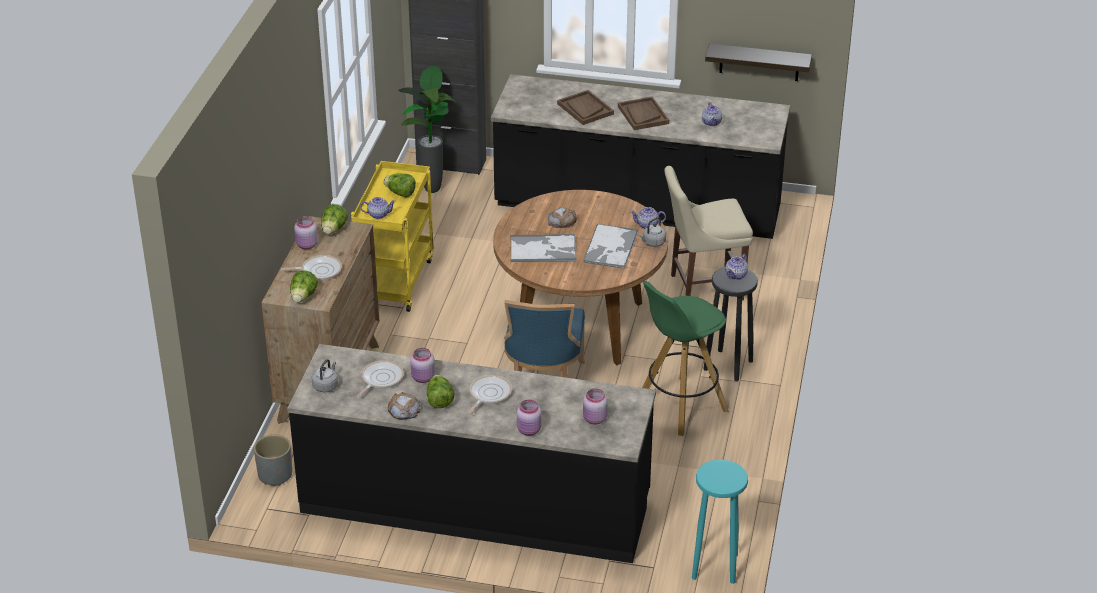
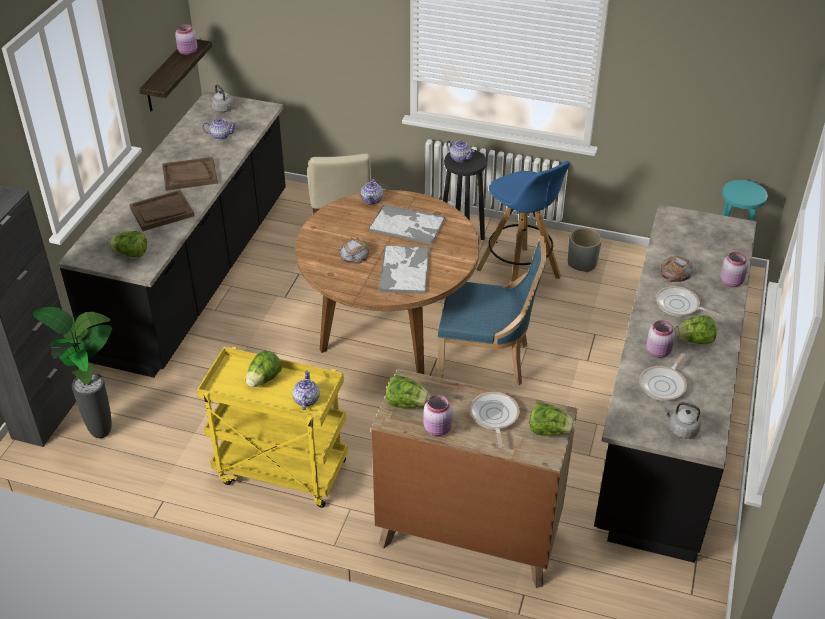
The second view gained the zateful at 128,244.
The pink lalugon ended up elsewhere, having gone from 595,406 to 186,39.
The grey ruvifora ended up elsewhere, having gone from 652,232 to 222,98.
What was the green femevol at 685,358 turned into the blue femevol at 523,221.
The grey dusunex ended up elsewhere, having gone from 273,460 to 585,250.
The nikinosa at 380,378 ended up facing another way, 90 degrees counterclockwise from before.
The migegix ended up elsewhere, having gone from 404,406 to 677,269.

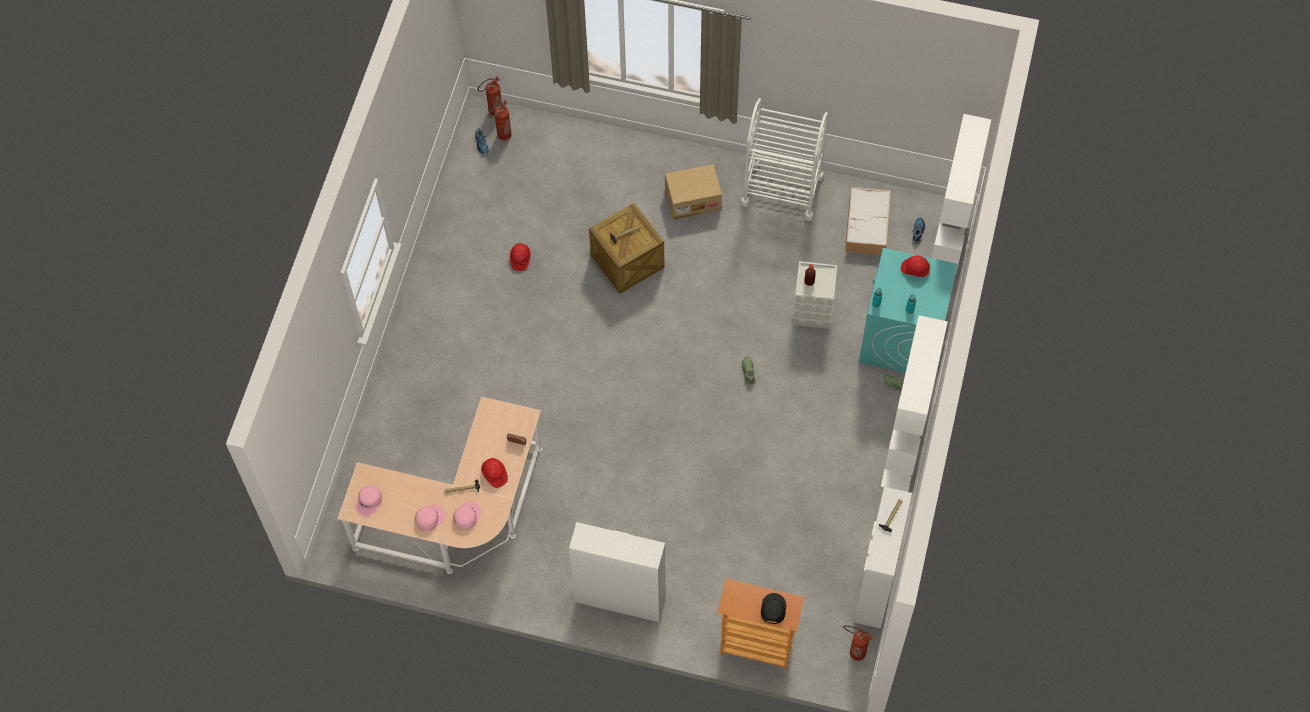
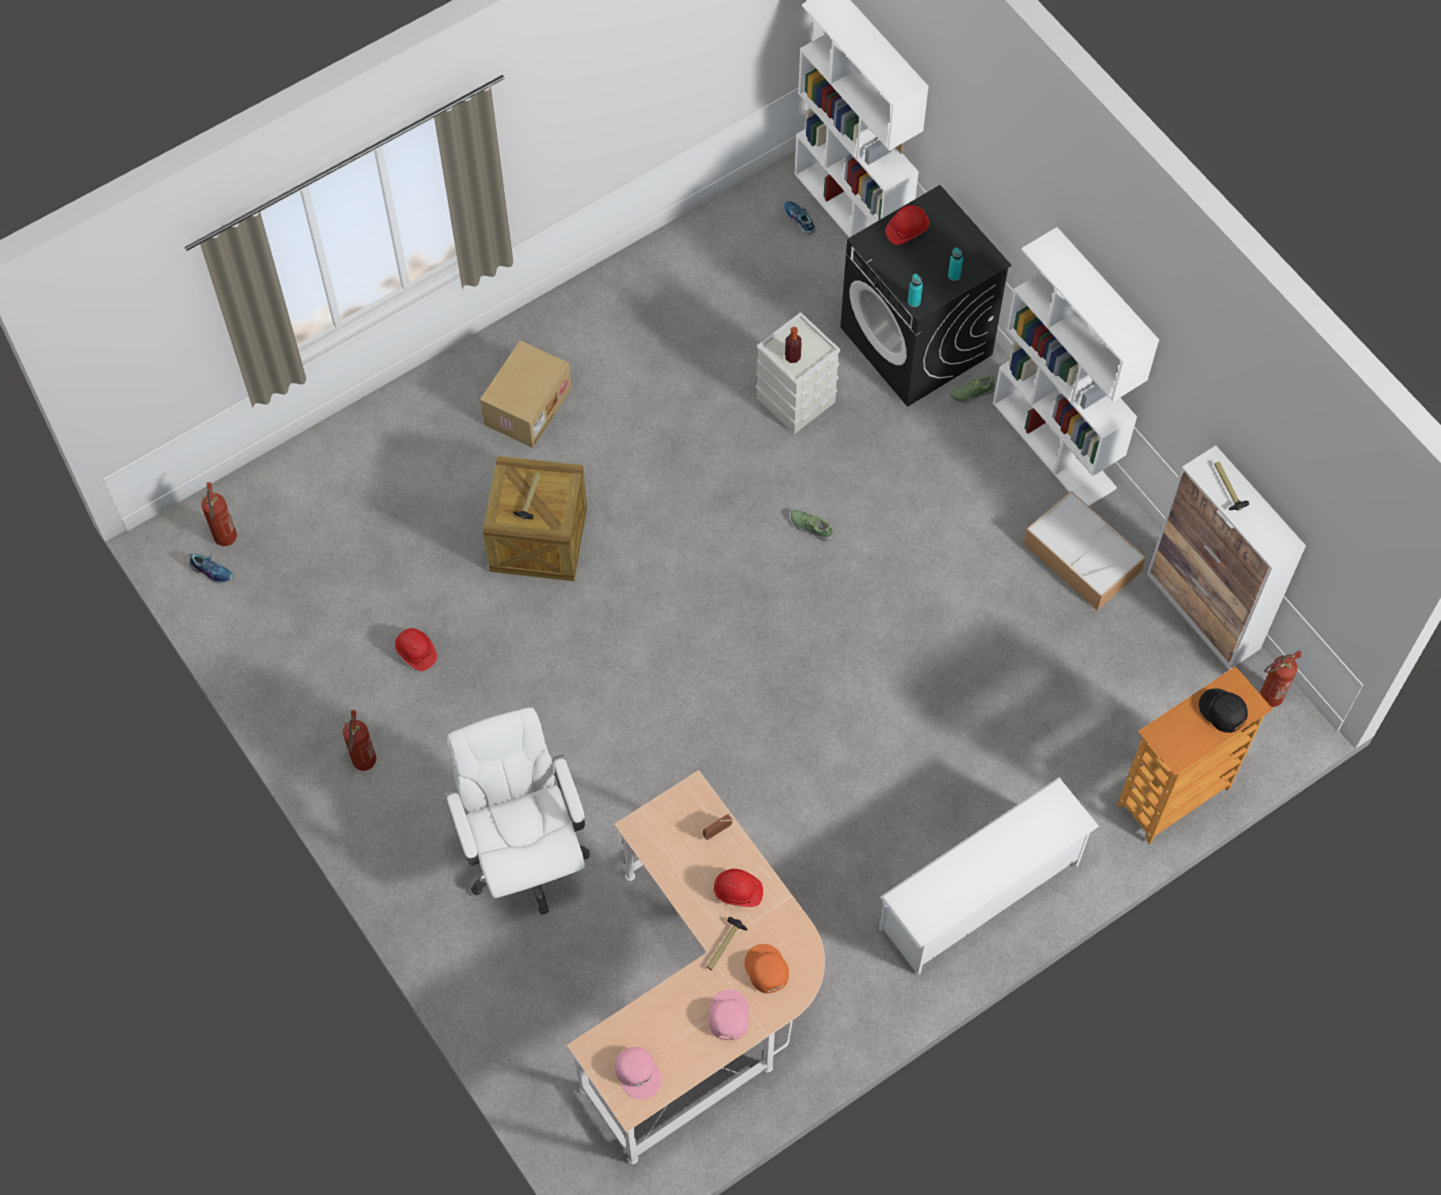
The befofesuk ended up elsewhere, having gone from 490,96 to 359,740.
The second view gained the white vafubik at 517,811.
What was the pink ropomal at 467,515 turned into the orange ropomal at 766,968.
What was the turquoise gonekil at 908,310 turned into the black gonekil at 925,296.
Where the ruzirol stood at 617,572, the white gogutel came to stand at 989,876.
The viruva ended up elsewhere, having gone from 868,221 to 1084,551.
The second view lost the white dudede at 784,159.

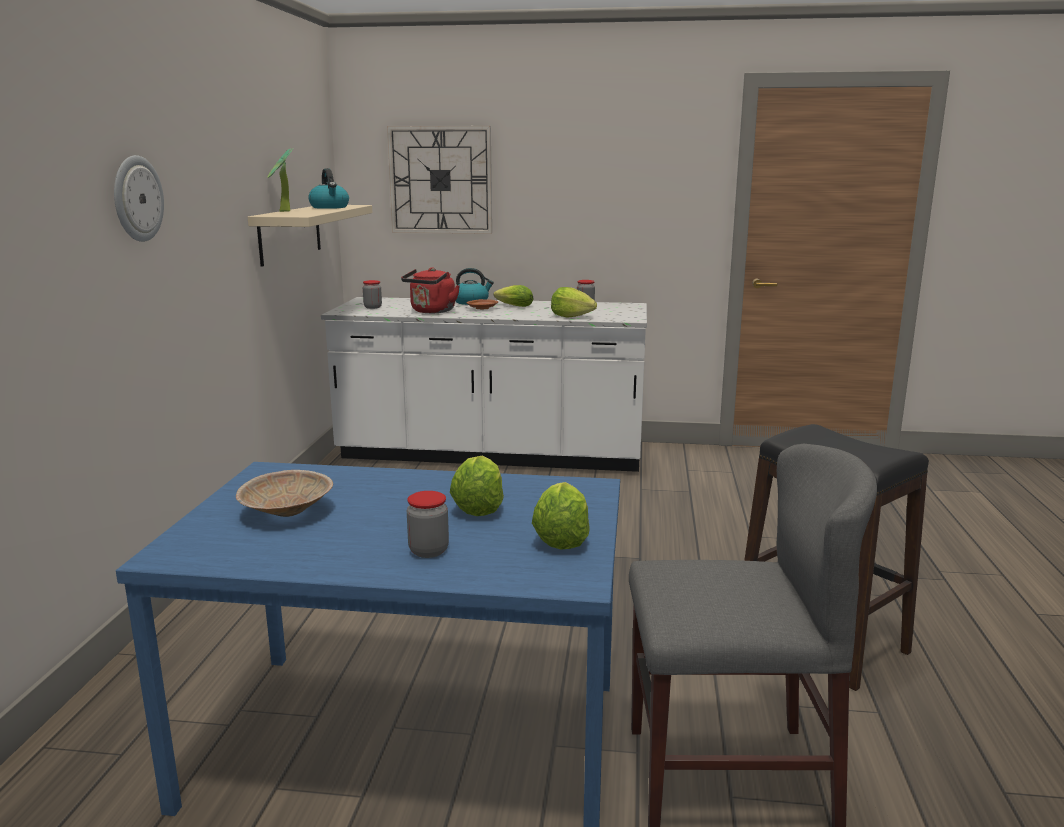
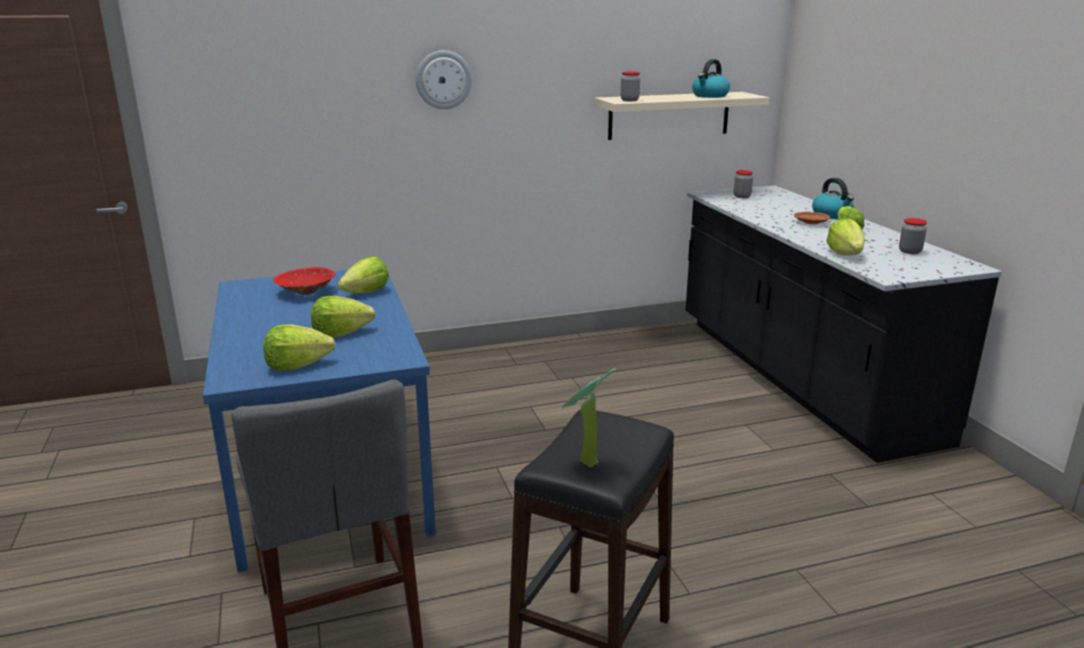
What was the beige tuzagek at 284,493 turned into the red tuzagek at 304,281.
The second view gained the zateful at 363,274.
The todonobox ended up elsewhere, having gone from 280,180 to 589,418.
The lalugon ended up elsewhere, having gone from 428,524 to 630,86.
What was the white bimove at 484,384 turned into the black bimove at 843,324.
The second view lost the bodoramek at 439,180.
The second view lost the red ruvifora at 430,290.

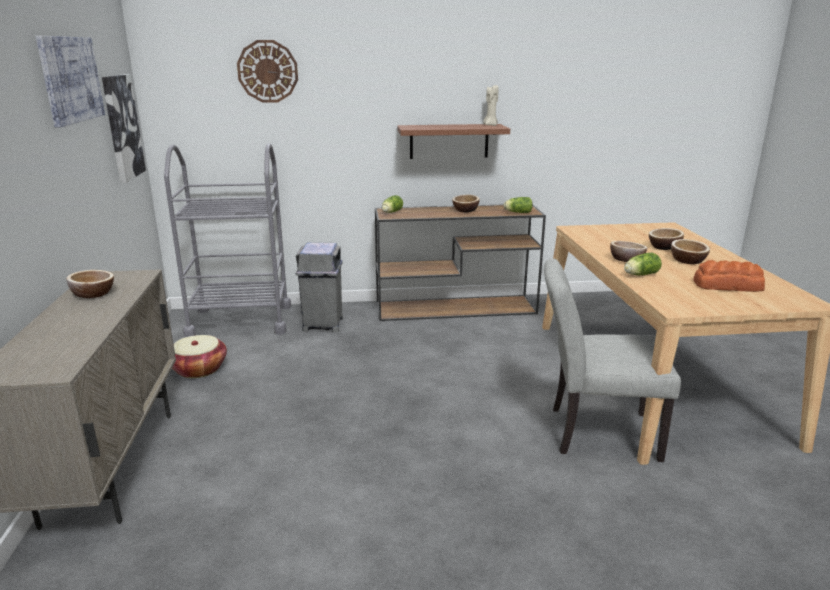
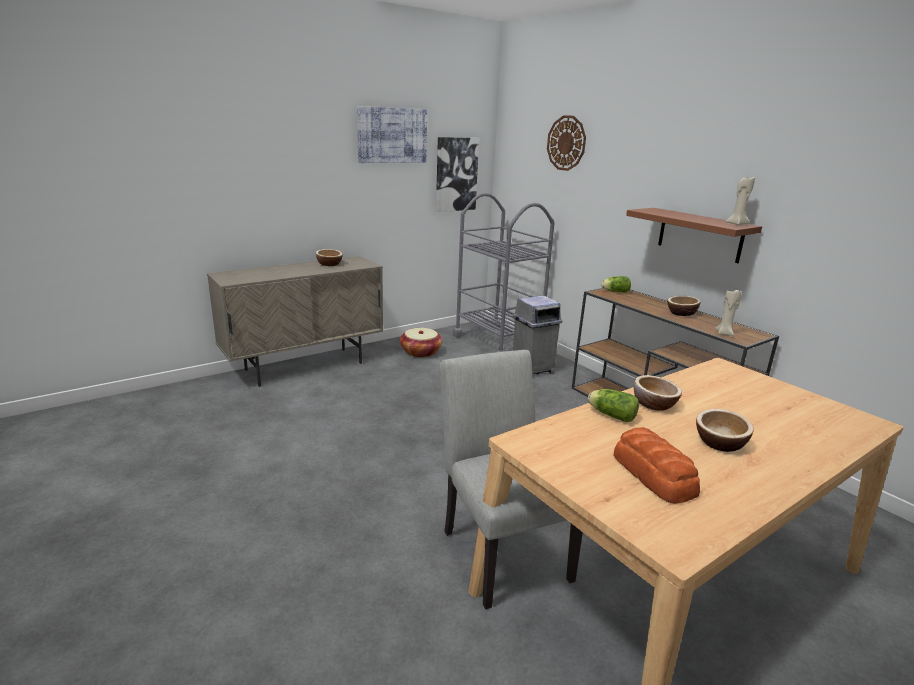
Where the zateful stood at 518,205, the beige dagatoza came to stand at 728,312.
The second view lost the tuzagek at 666,239.

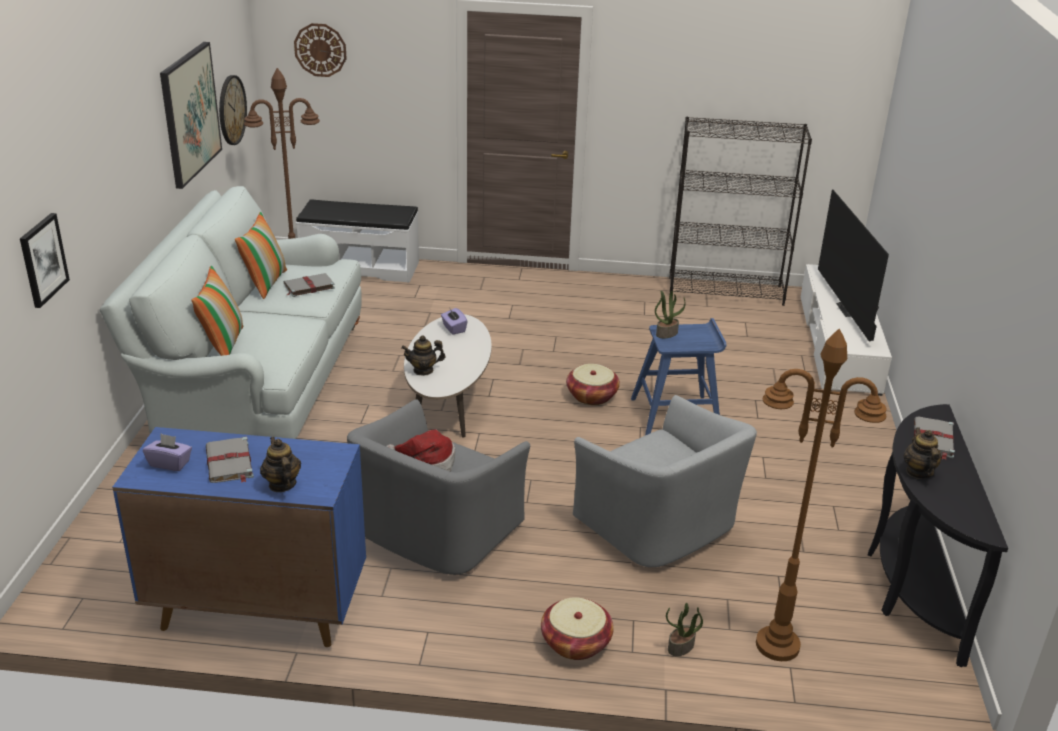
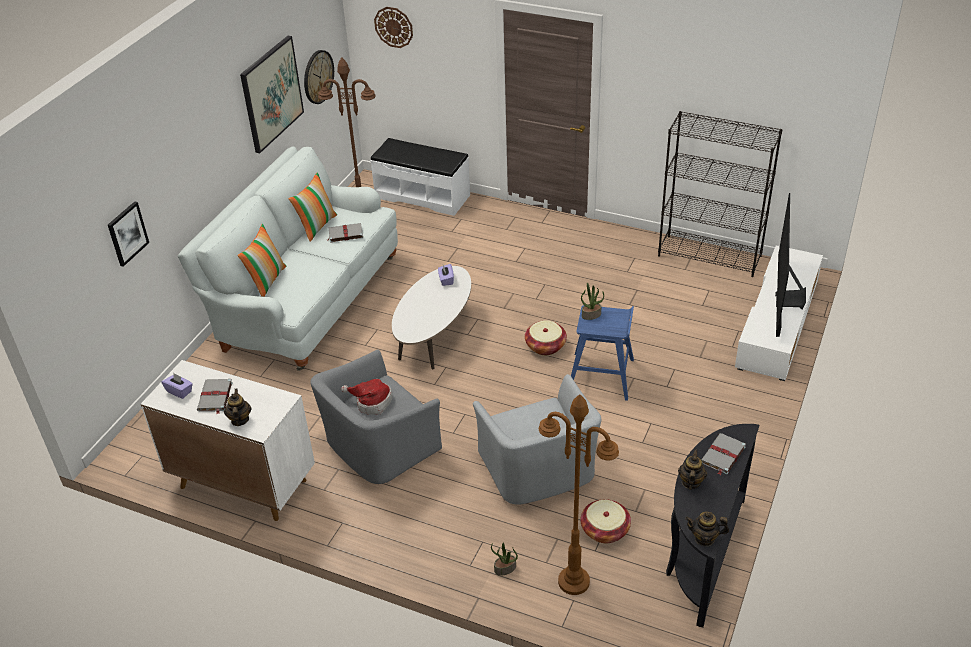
What was the blue ruzirol at 239,537 turned into the white ruzirol at 228,440.
The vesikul ended up elsewhere, having gone from 577,628 to 605,521.
The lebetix ended up elsewhere, having gone from 423,356 to 707,529.

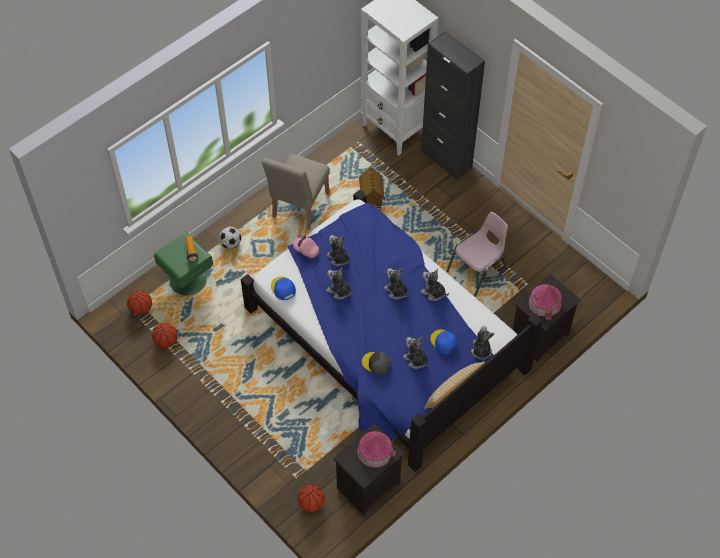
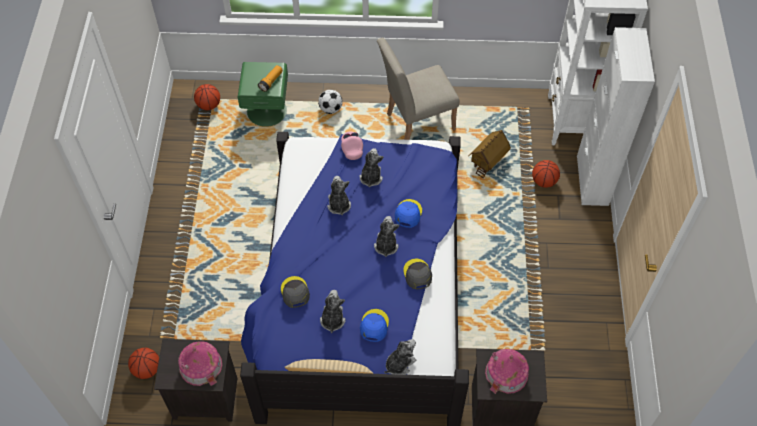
The blue ropomal ended up elsewhere, having gone from 283,288 to 408,213.
Where the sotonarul stood at 435,284, the grey ropomal came to stand at 417,273.
The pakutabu ended up elsewhere, having gone from 164,335 to 546,174.
What was the black ruzirol at 453,105 turned into the white ruzirol at 616,116.
The second view lost the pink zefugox at 477,254.

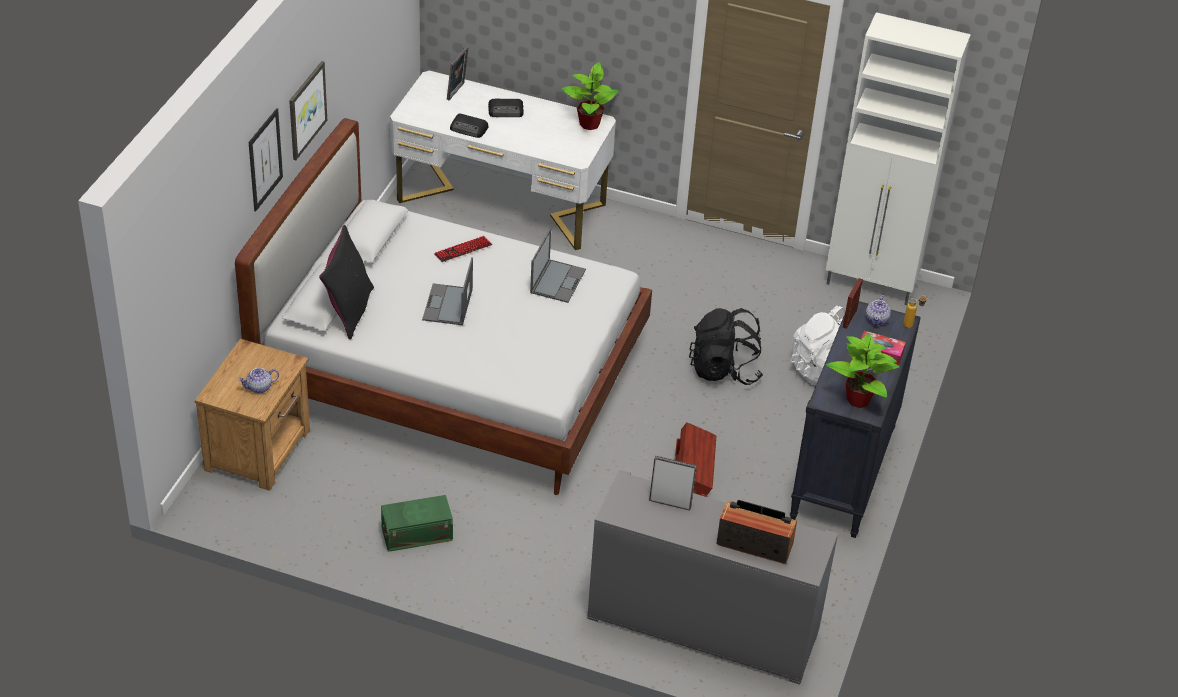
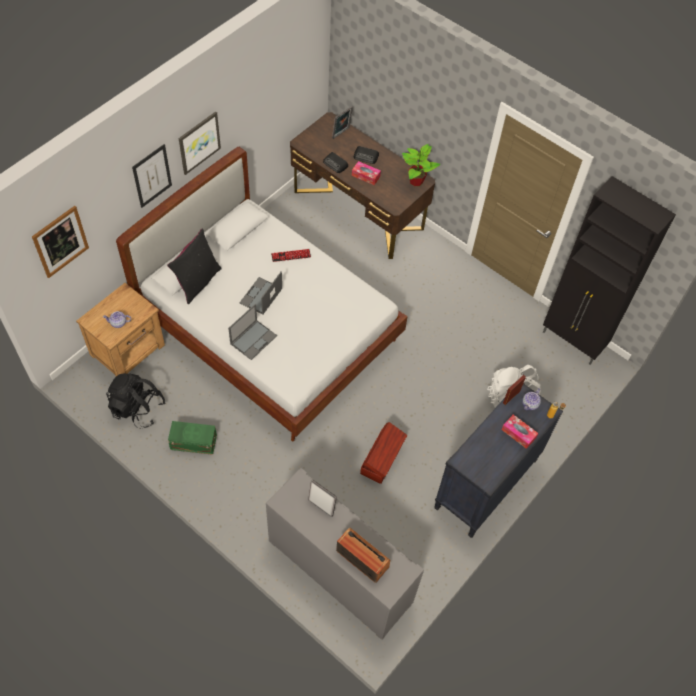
The second view gained the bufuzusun at 60,242.
The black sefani ended up elsewhere, having gone from 726,346 to 135,400.
The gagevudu ended up elsewhere, having gone from 558,266 to 252,332.
What was the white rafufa at 503,160 turned into the brown rafufa at 362,185.
The second view gained the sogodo at 366,173.
What was the white ruzirol at 898,158 turned into the black ruzirol at 609,270.
The second view lost the todonobox at 862,370.

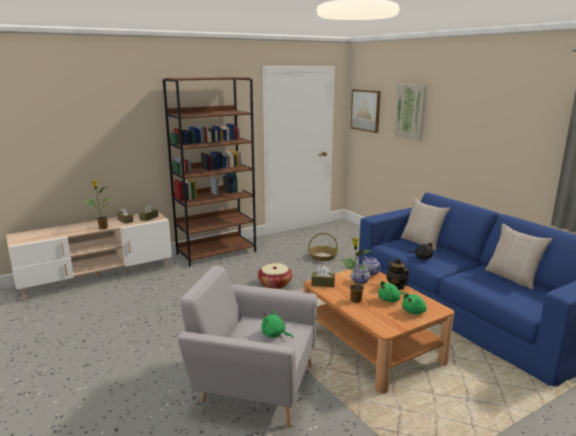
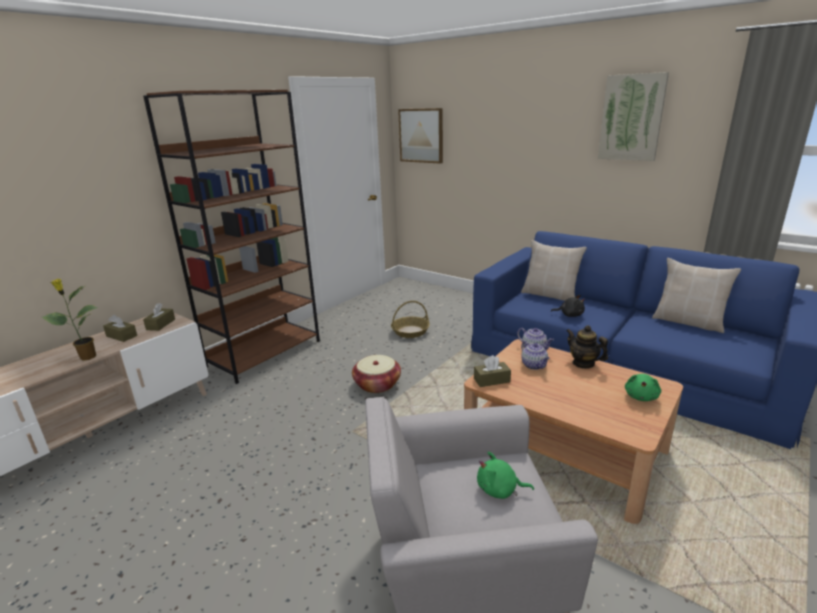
The bufuzusun ended up elsewhere, having gone from 410,112 to 633,116.
The second view lost the todonobox at 357,270.
The second view lost the green sotonarul at 391,291.

